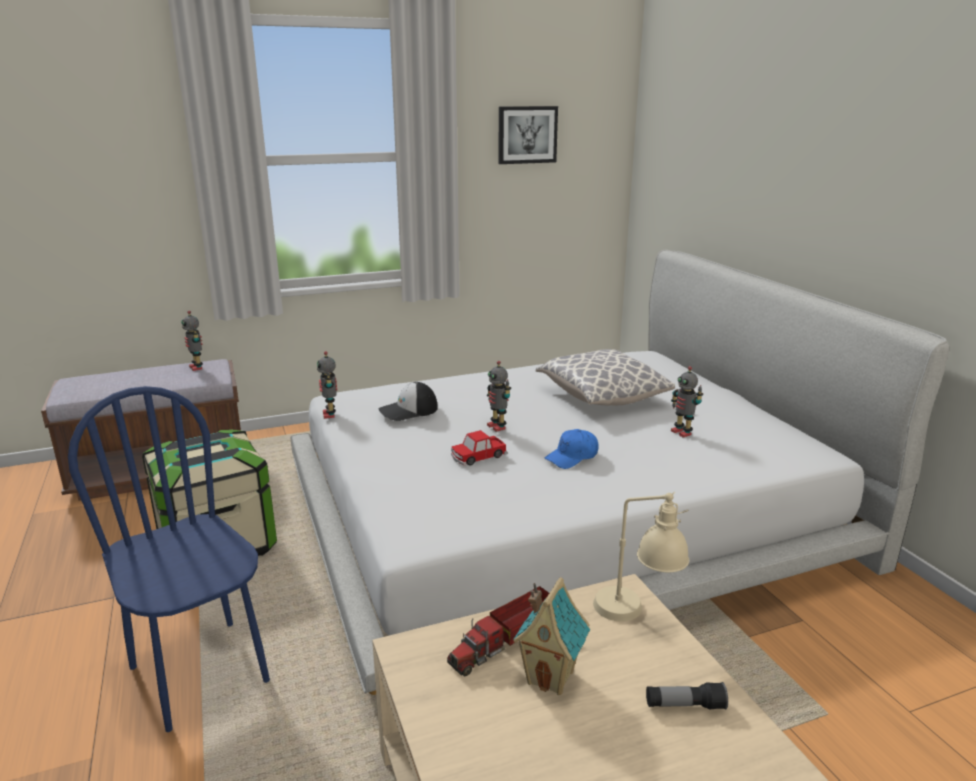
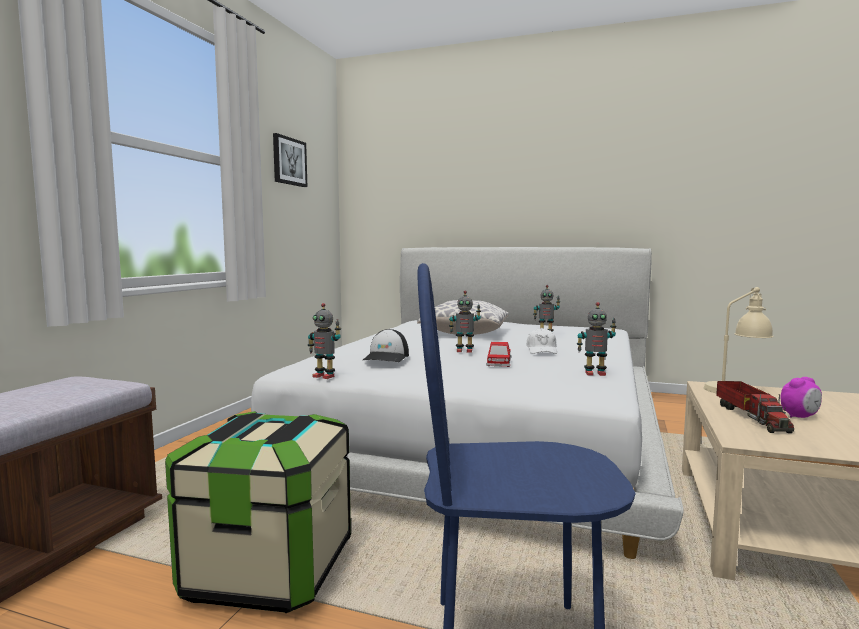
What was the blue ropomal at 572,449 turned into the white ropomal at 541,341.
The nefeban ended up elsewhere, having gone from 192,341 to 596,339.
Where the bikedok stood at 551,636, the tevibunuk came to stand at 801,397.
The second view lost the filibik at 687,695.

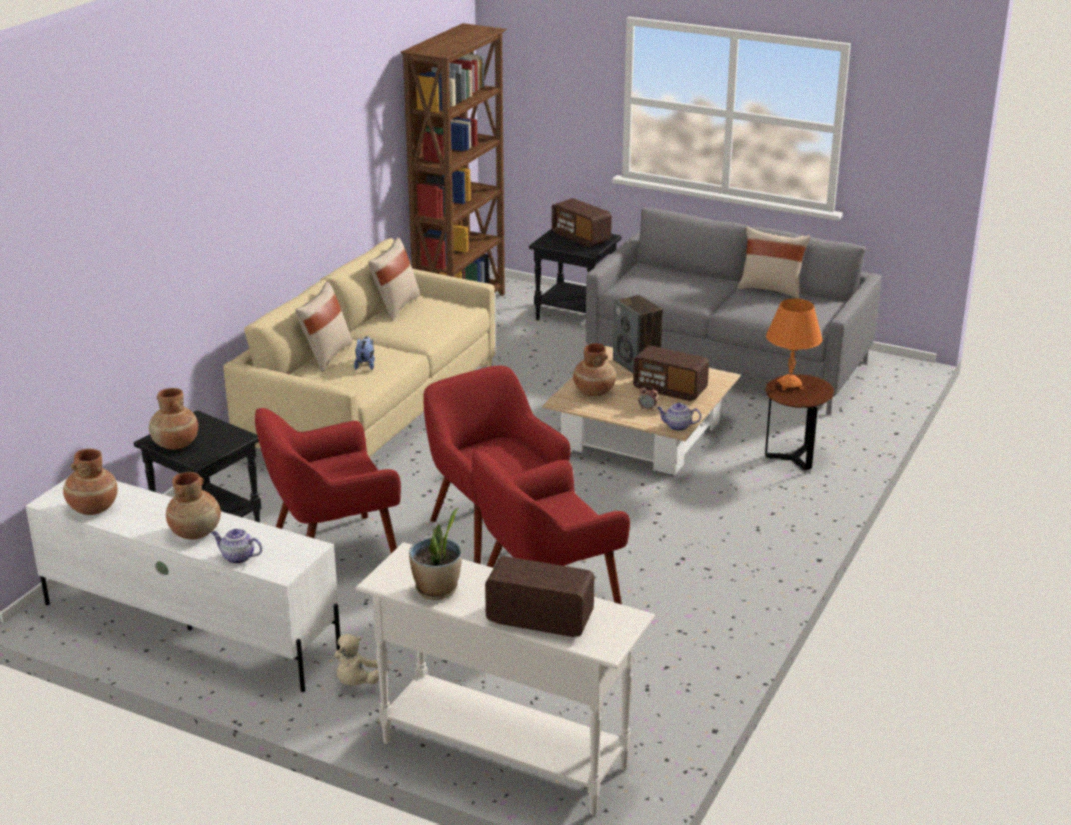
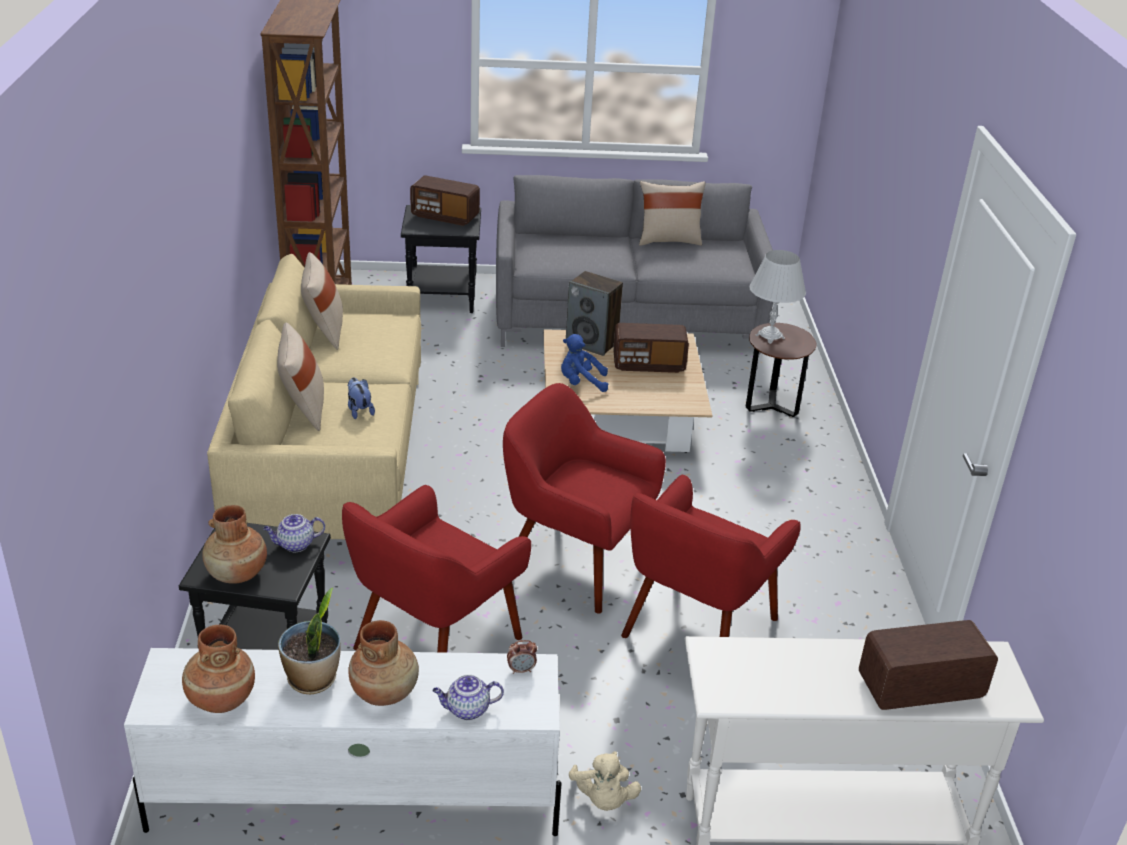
The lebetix ended up elsewhere, having gone from 679,417 to 294,533.
The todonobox ended up elsewhere, having gone from 435,553 to 309,641.
The tevibunuk ended up elsewhere, having gone from 648,398 to 522,657.
Where the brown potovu stood at 594,369, the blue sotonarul came to stand at 584,363.
What was the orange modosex at 794,344 turned into the white modosex at 777,297.

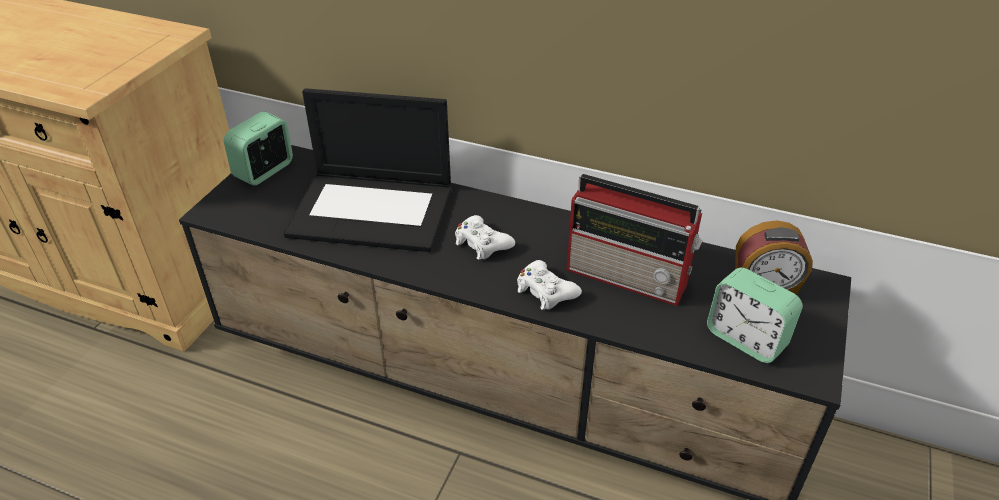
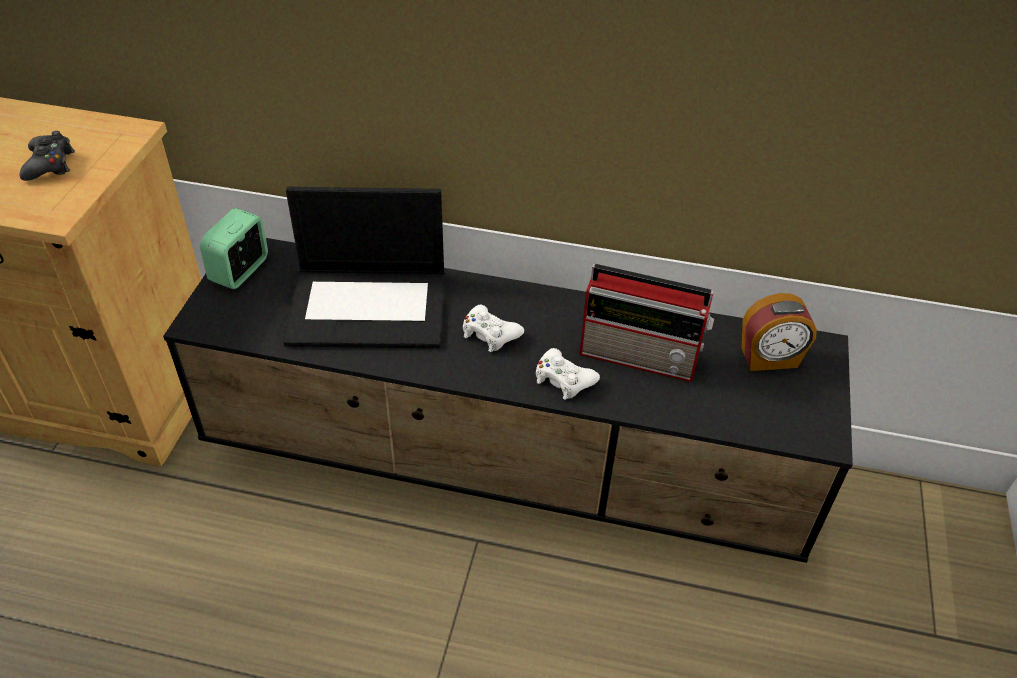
The second view gained the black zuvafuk at 47,156.
The second view lost the tevibunuk at 755,315.

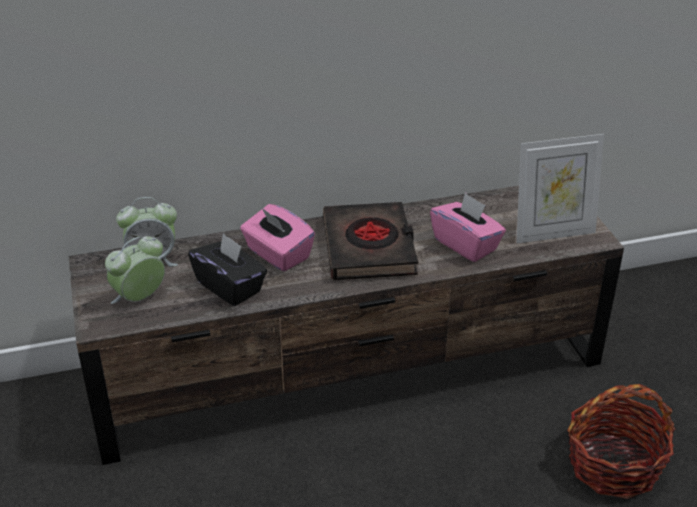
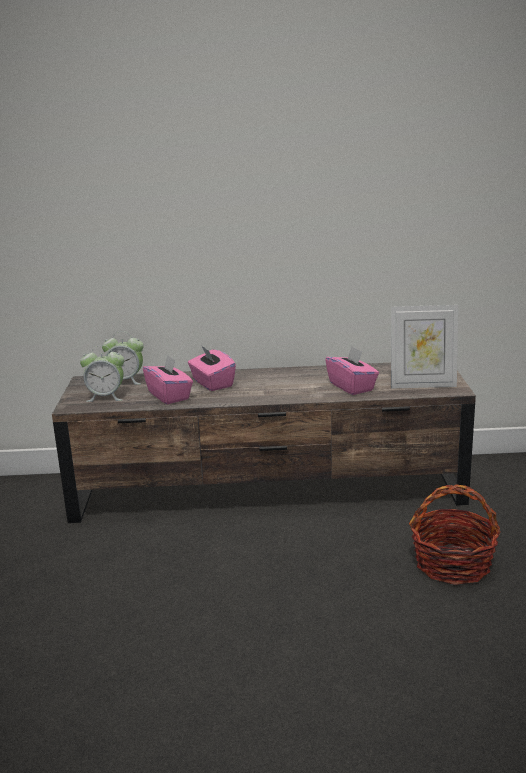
The tevibunuk at 135,270 ended up facing another way, 150 degrees counterclockwise from before.
What was the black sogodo at 227,269 turned into the pink sogodo at 168,379.
The second view lost the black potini at 370,241.

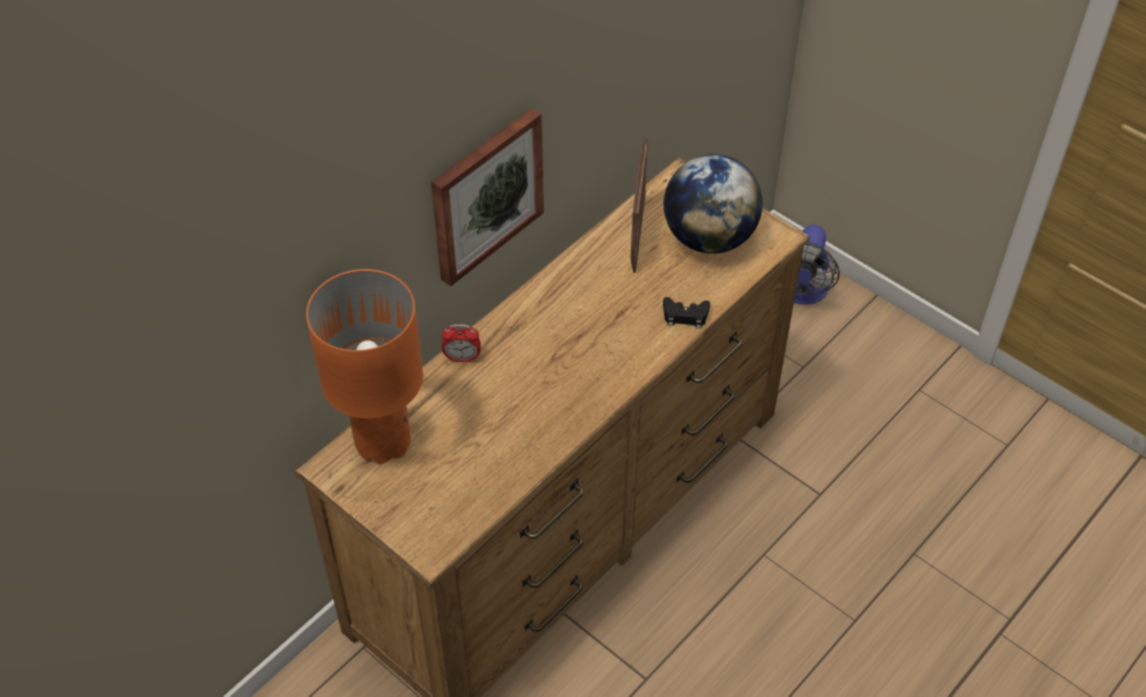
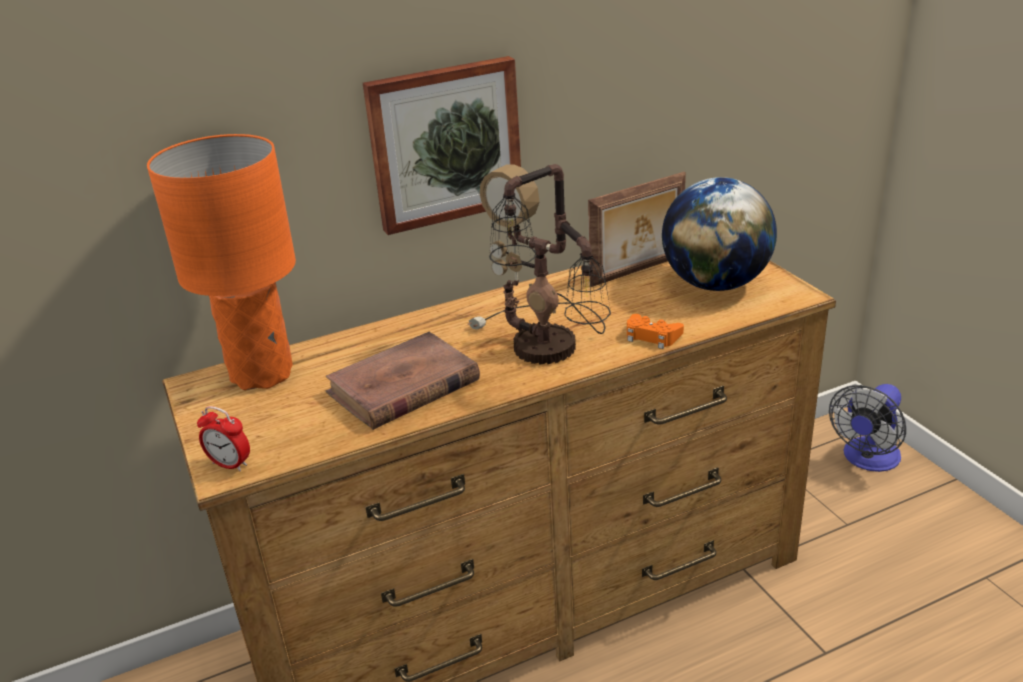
The tevibunuk ended up elsewhere, having gone from 461,343 to 223,438.
The second view gained the brown potini at 403,381.
The second view gained the modosex at 539,264.
The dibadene at 639,205 ended up facing another way, 150 degrees counterclockwise from before.
What was the black zuvafuk at 686,313 turned into the orange zuvafuk at 655,331.

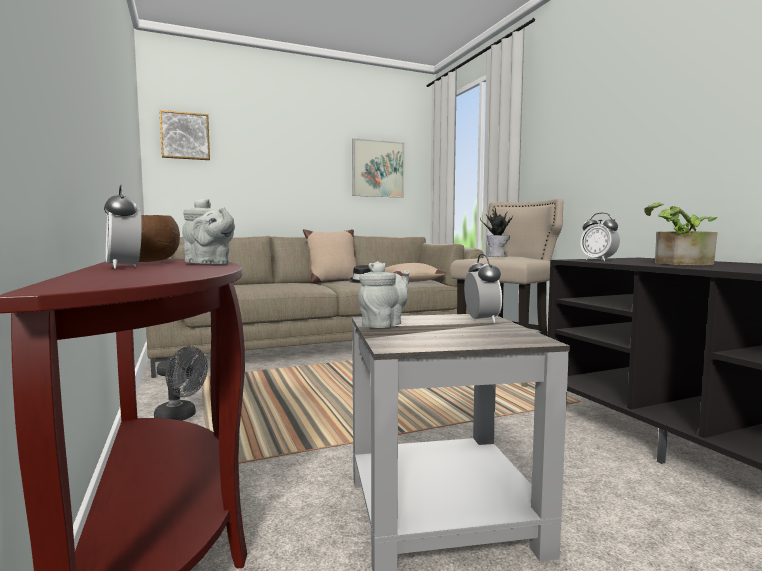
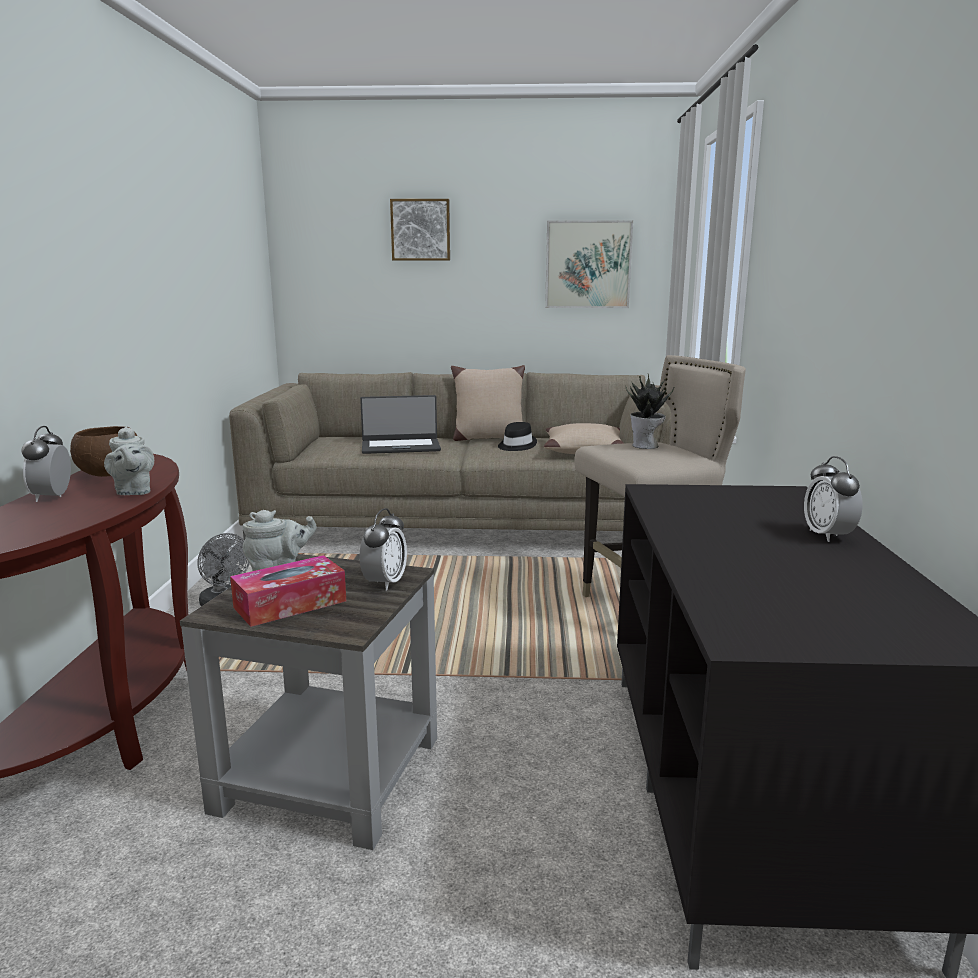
The second view gained the sogodo at 288,591.
The second view gained the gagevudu at 400,424.
The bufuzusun ended up elsewhere, having gone from 184,135 to 420,230.
The tevibunuk ended up elsewhere, having gone from 600,237 to 833,499.
The second view lost the todonobox at 681,233.

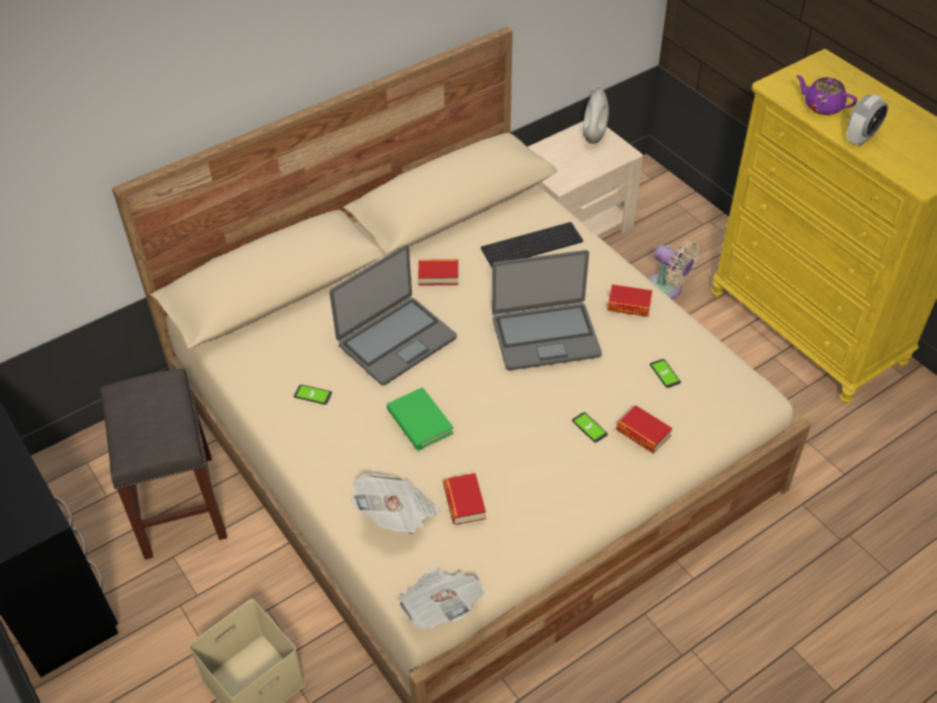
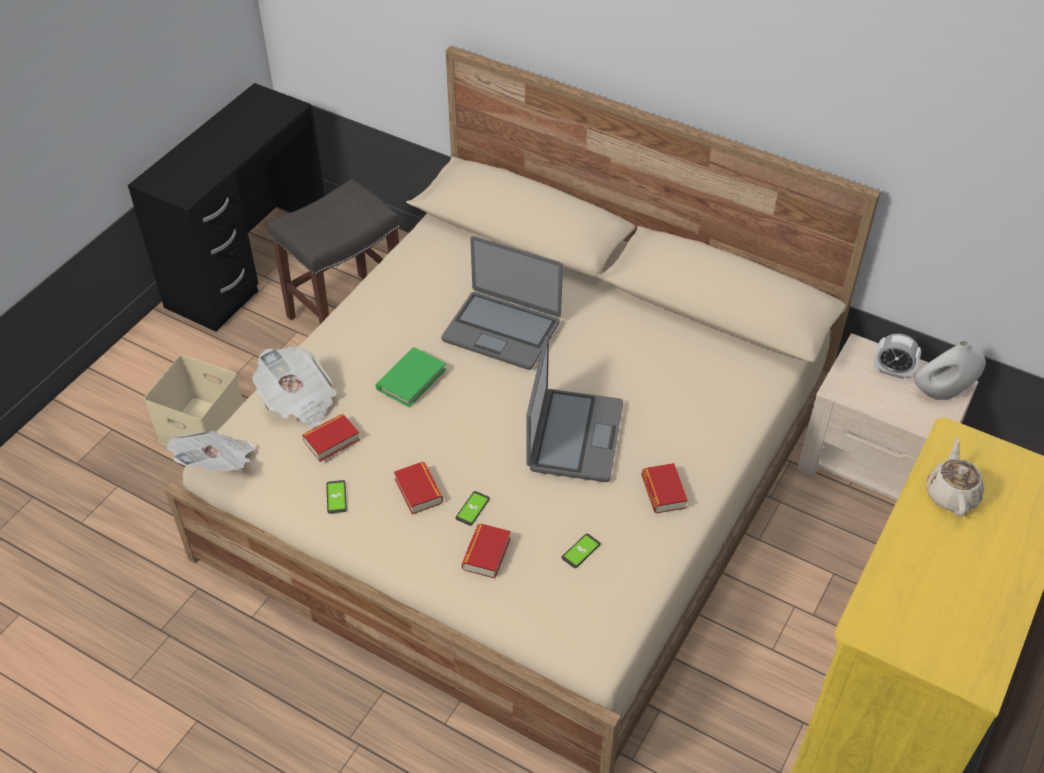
The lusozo ended up elsewhere, having gone from 313,395 to 336,497.
The potini ended up elsewhere, having gone from 438,272 to 418,488.
The gagevudu at 547,310 ended up facing another way, 135 degrees counterclockwise from before.
The tevibunuk ended up elsewhere, having gone from 867,120 to 897,356.
What was the purple lebetix at 826,95 turned into the beige lebetix at 955,477.
The second view lost the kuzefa at 532,244.
The second view lost the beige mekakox at 674,270.

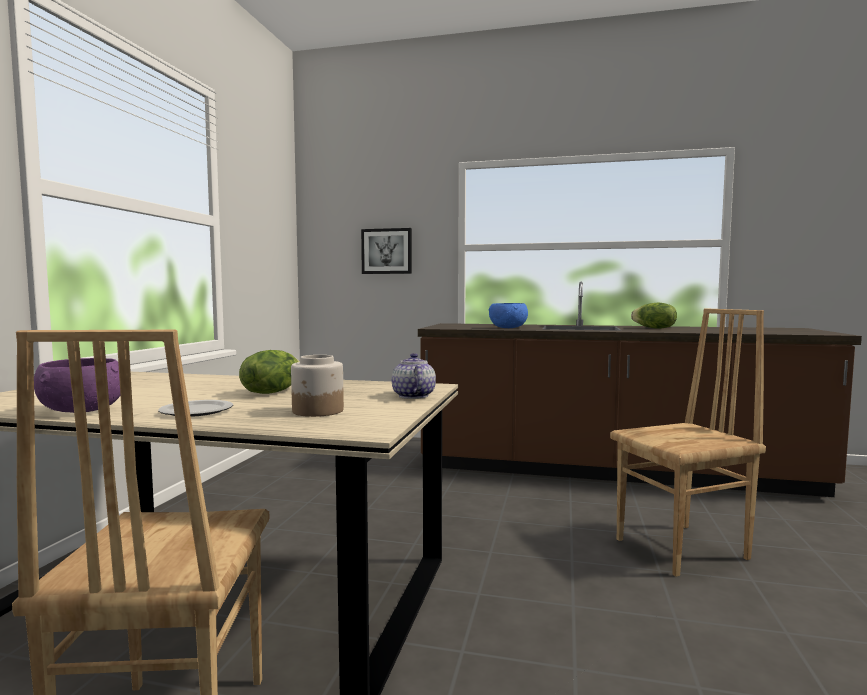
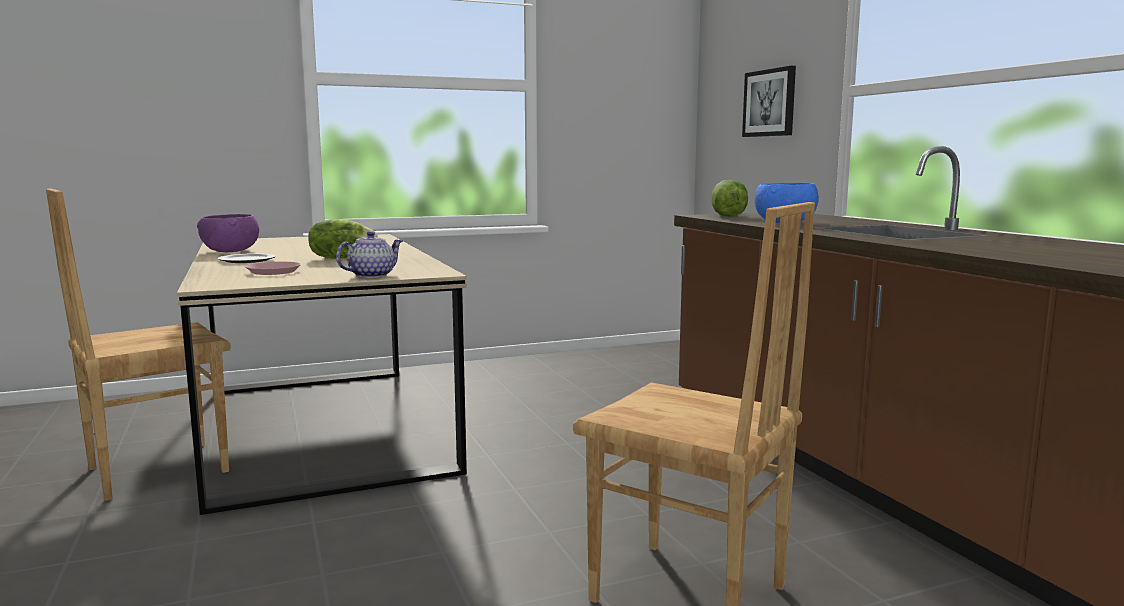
Where the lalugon stood at 317,386, the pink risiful came to stand at 273,268.
The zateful ended up elsewhere, having gone from 654,316 to 729,198.

